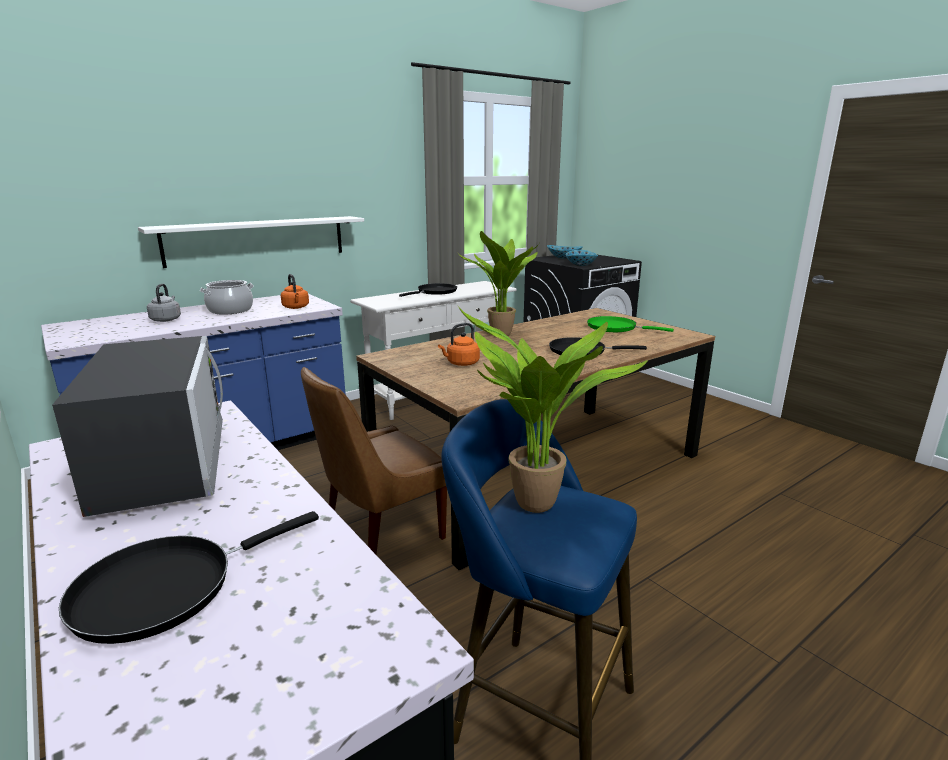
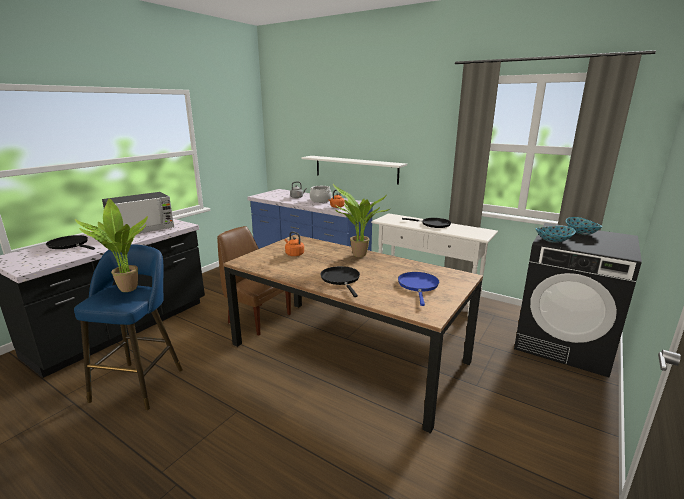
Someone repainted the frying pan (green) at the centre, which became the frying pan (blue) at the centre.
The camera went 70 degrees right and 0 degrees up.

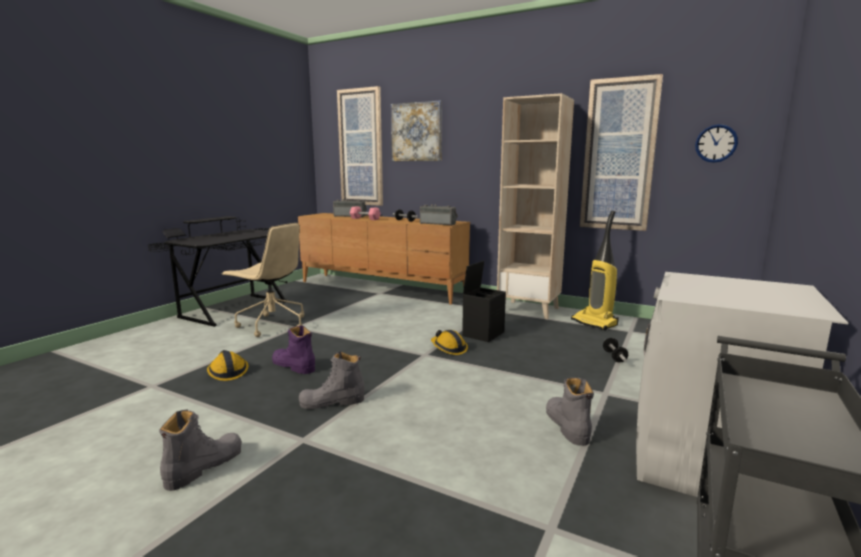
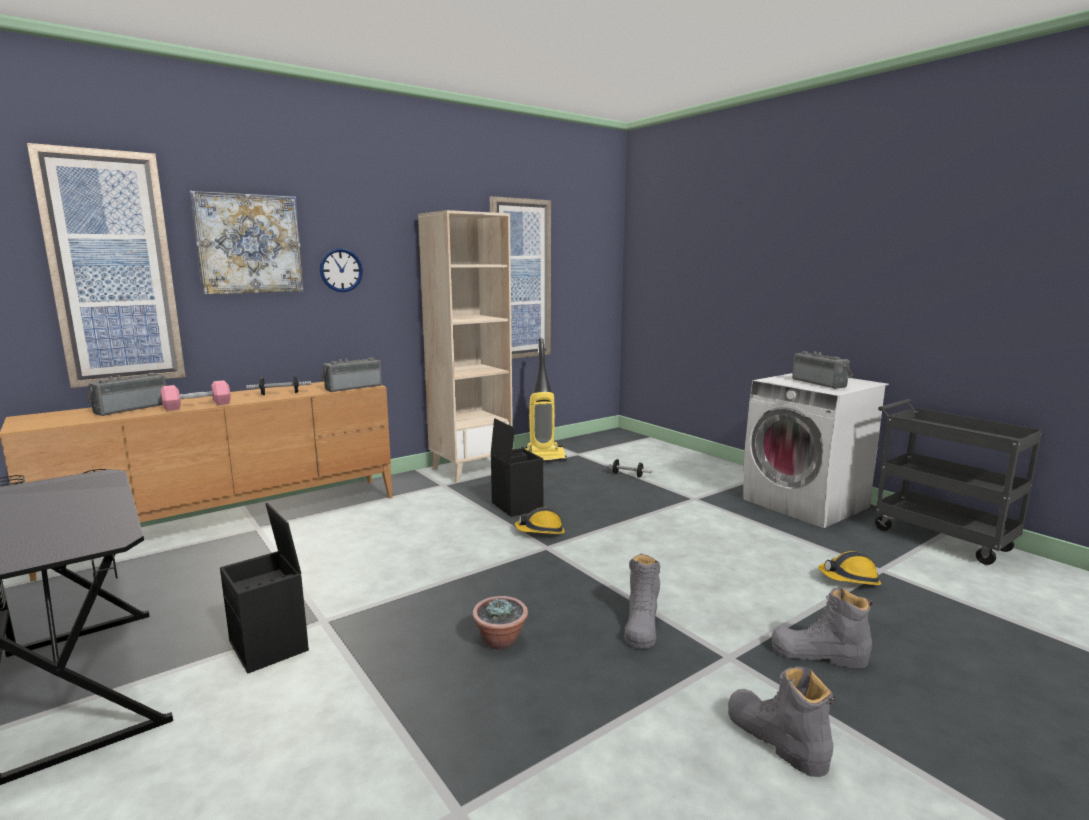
Someone carried the hard hat (1st from left in the first image) from the middle left to the bottom right.
Someone swapped the office chair (beige) at the middle left for the storage box (black) (1st from left) at the bottom left.
Someone swapped the boot (purple) at the centre for the potted plant at the bottom centre.
Someone carried the boot (grey) (3rd from left) from the bottom centre to the bottom right.
Someone carried the wall clock from the top right to the top left.
Someone put down the radio (3rd from left) at the middle right.
The camera went 65 degrees left and 0 degrees up.

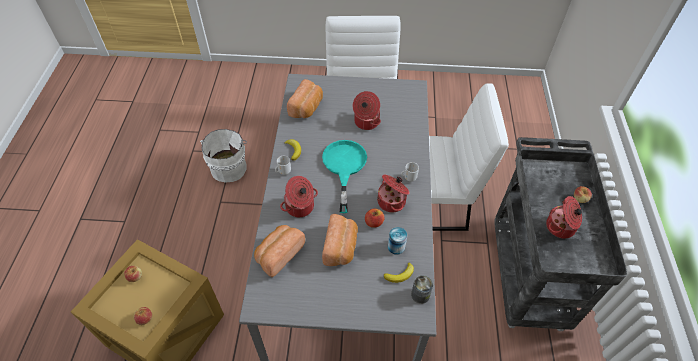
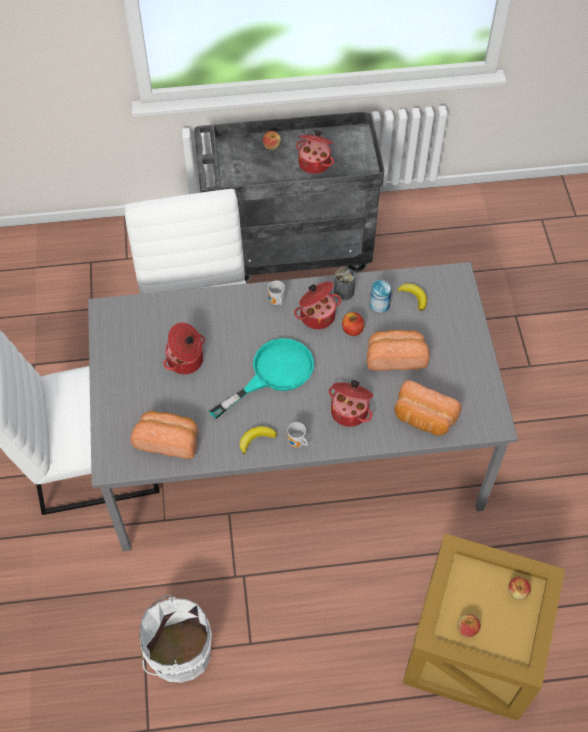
Someone rotated the frying pan (turquoise) at the centre by 150 degrees clockwise.
Someone carried the can (2nd from left in the first image) from the bottom centre to the centre.
The camera went 100 degrees left and 5 degrees up.

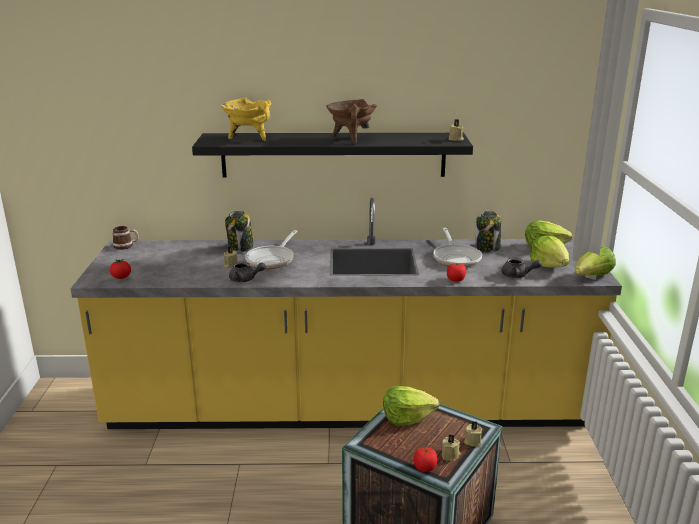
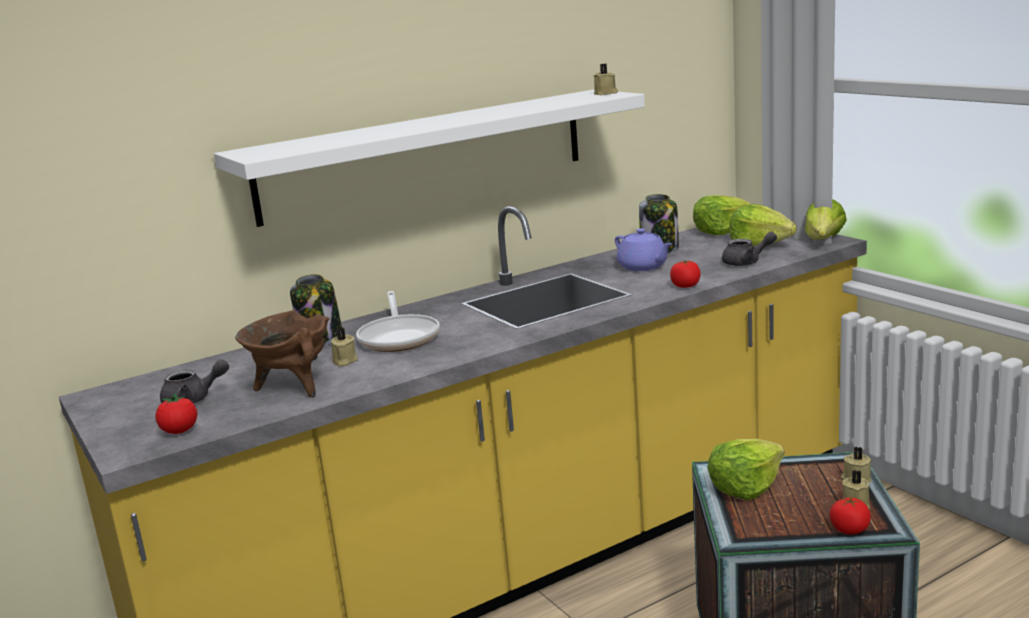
Someone took away the mug at the middle left.
Someone repainted the shelf (black) at the top centre, which became the shelf (white) at the top centre.
Someone took away the cooking pot (yellow) at the top centre.
Someone carried the teapot (grey) (1st from left) from the centre to the middle left.
Someone carried the cooking pot (brown) from the top centre to the middle left.
Someone swapped the frying pan (2nd from left) at the centre for the teapot (purple) at the centre.
The camera went 30 degrees left and 5 degrees down.

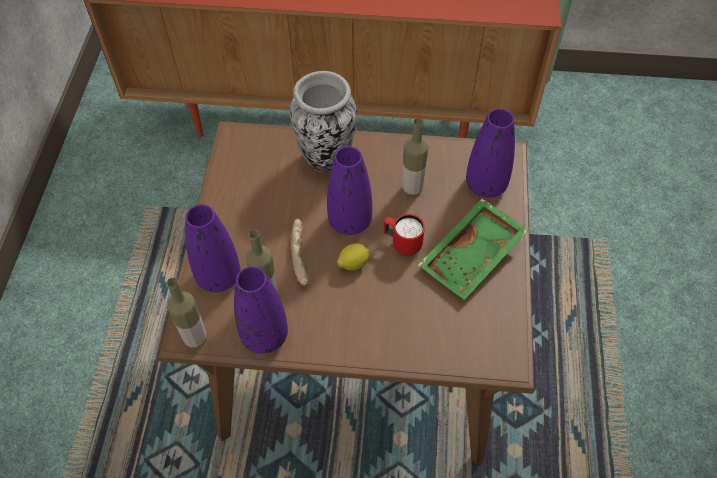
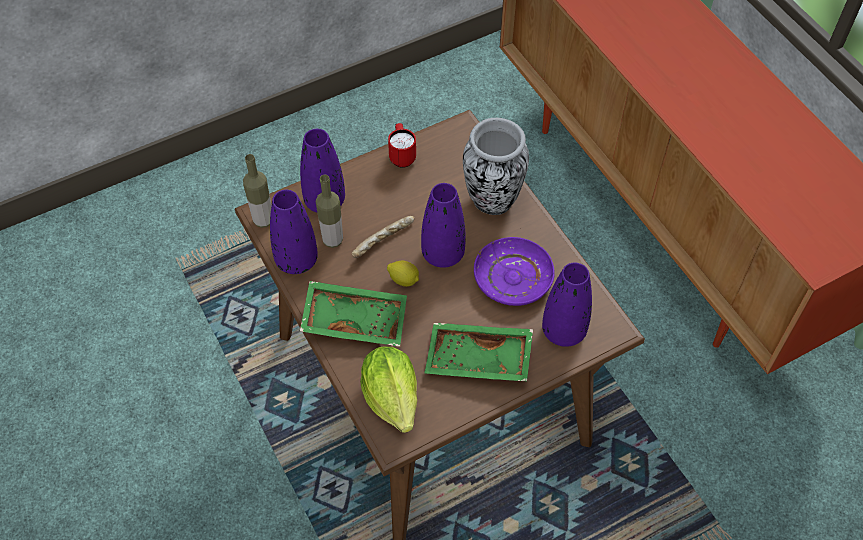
Someone carried the mug (red) from the centre to the top centre.
Someone swapped the bottle (3rd from left) at the top centre for the plate (purple) at the centre.
Someone put down the tray (green) (1st from left) at the centre.
Someone put down the lettuce at the bottom centre.
The camera went 55 degrees right and 0 degrees up.

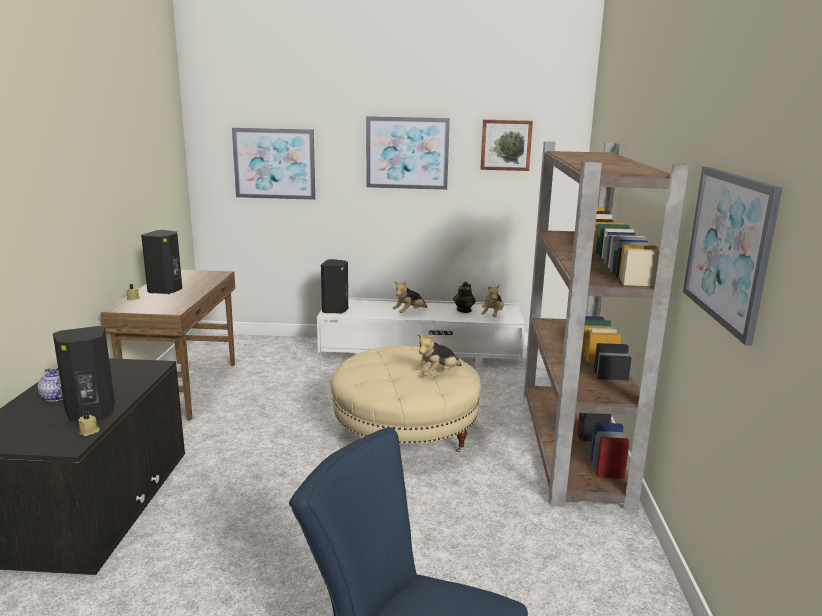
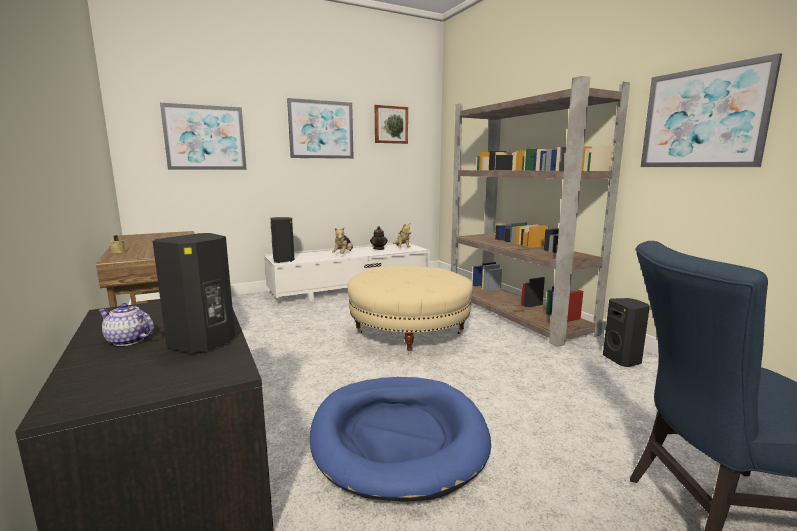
Someone took away the candle (beige) (1st from left) at the bottom left.
Someone carried the speaker (black) (2nd from left in the first image) from the middle left to the middle right.
Someone took away the plush toy (2nd from left) at the centre.
Someone put down the dog bed (blue) at the bottom centre.
The camera went 30 degrees left and 5 degrees down.

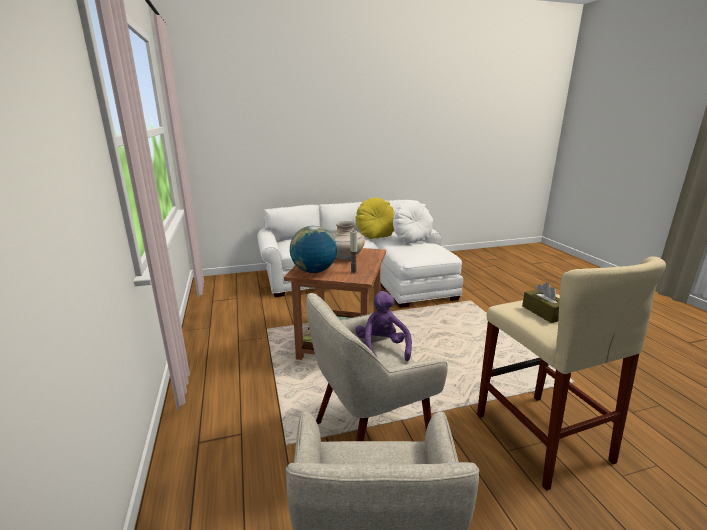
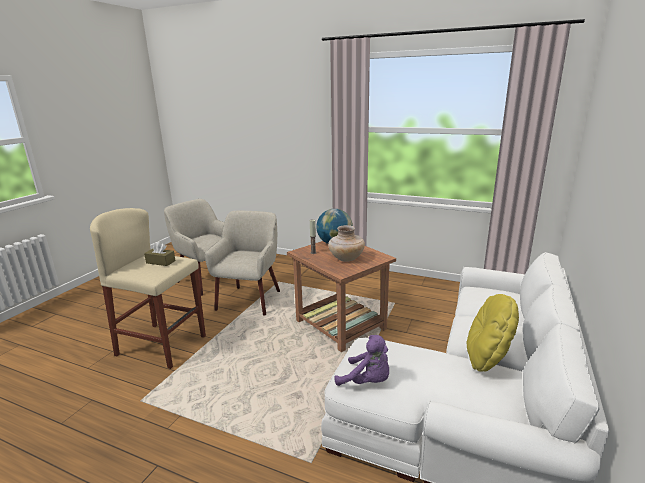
Someone carried the plush toy (purple) from the centre to the bottom centre.
Someone took away the pillow (white) at the centre.
The camera went 130 degrees right and 0 degrees up.

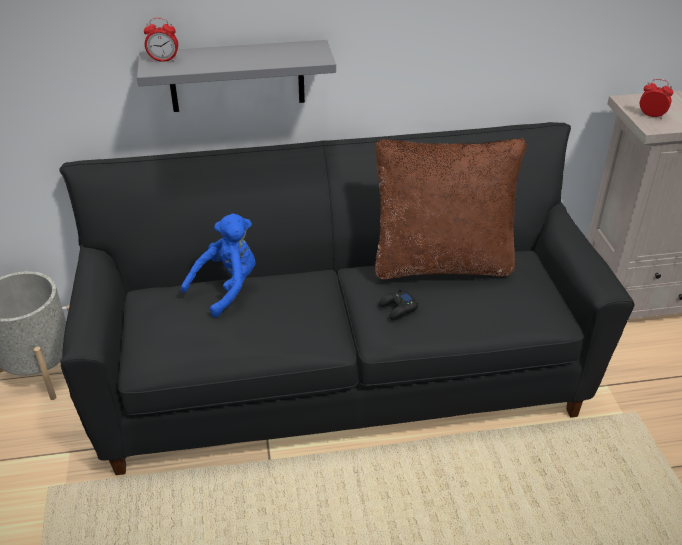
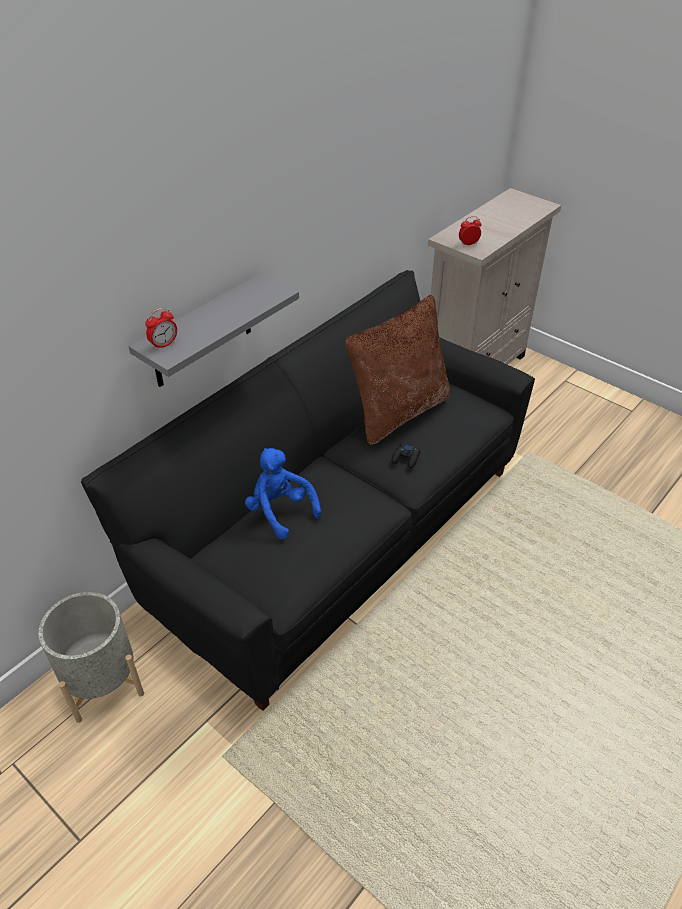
Someone rotated the plush toy (blue) at the middle left by 45 degrees counterclockwise.
The camera went 40 degrees left and 5 degrees up.

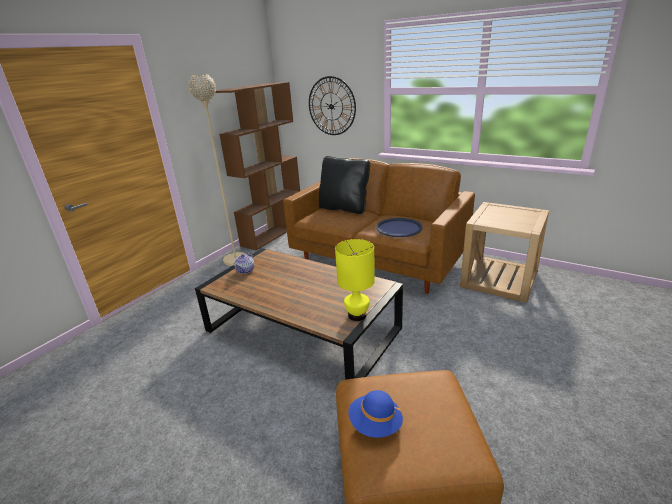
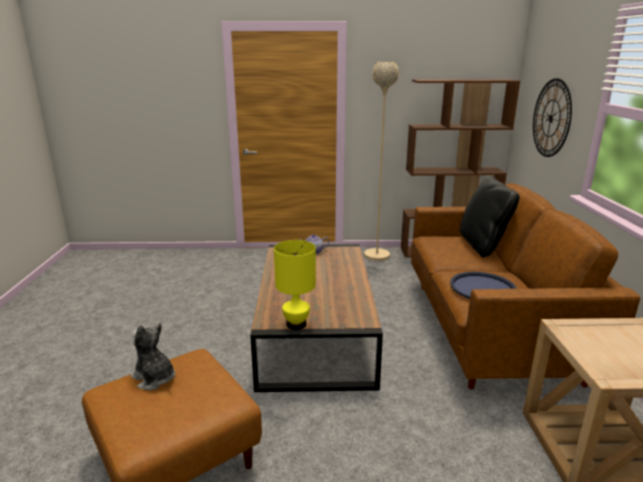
Someone swapped the hat (blue) at the bottom centre for the plush toy at the bottom left.
The camera went 55 degrees right and 5 degrees down.

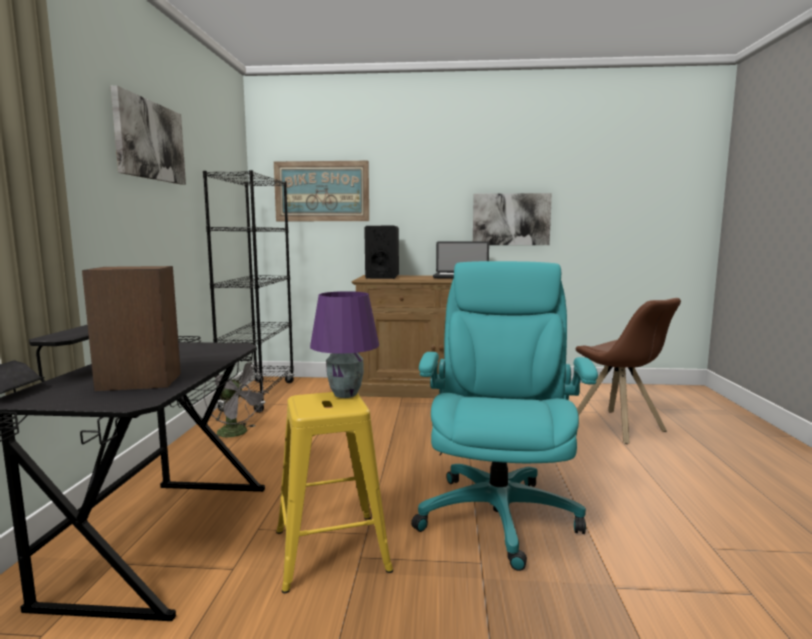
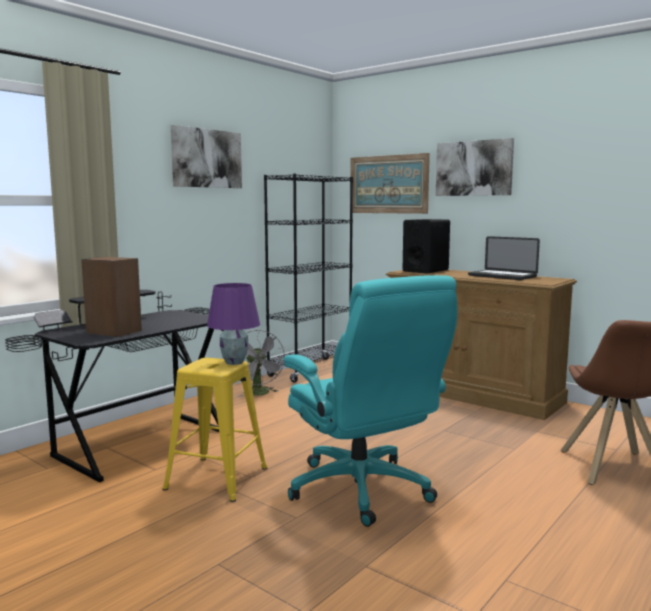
Someone rotated the office chair (turquoise) at the centre by 105 degrees clockwise.
Someone carried the picture (3rd from left) from the centre to the top right.
The camera went 35 degrees right and 0 degrees up.

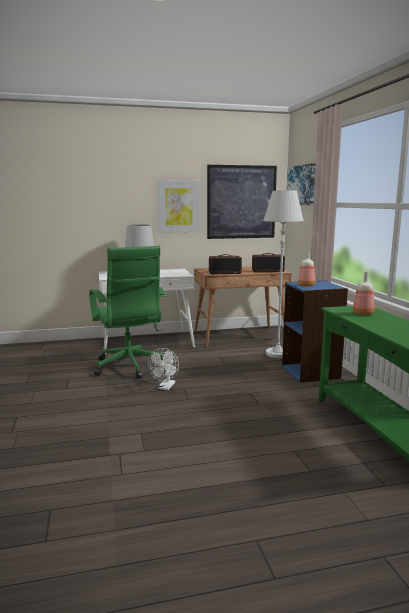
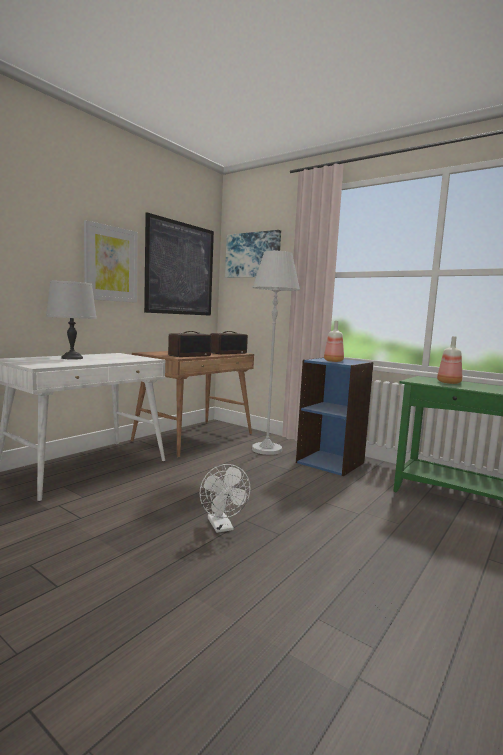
Someone took away the office chair (green) at the middle left.
The camera went 40 degrees left and 5 degrees down.

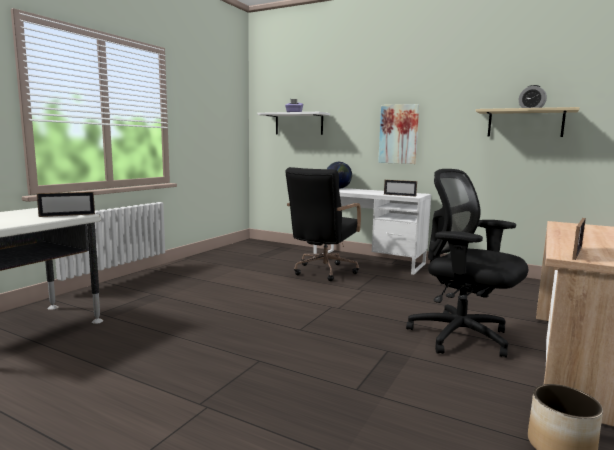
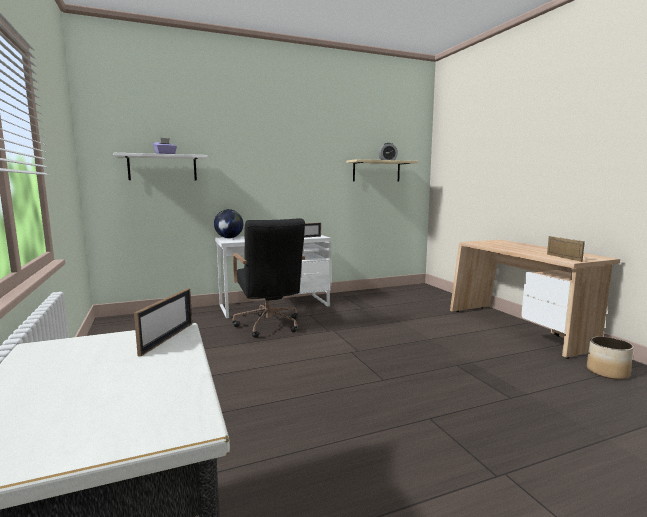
Someone took away the picture at the top centre.
Someone took away the office chair (black) (2nd from left) at the middle right.
The camera went 50 degrees left and 0 degrees up.

